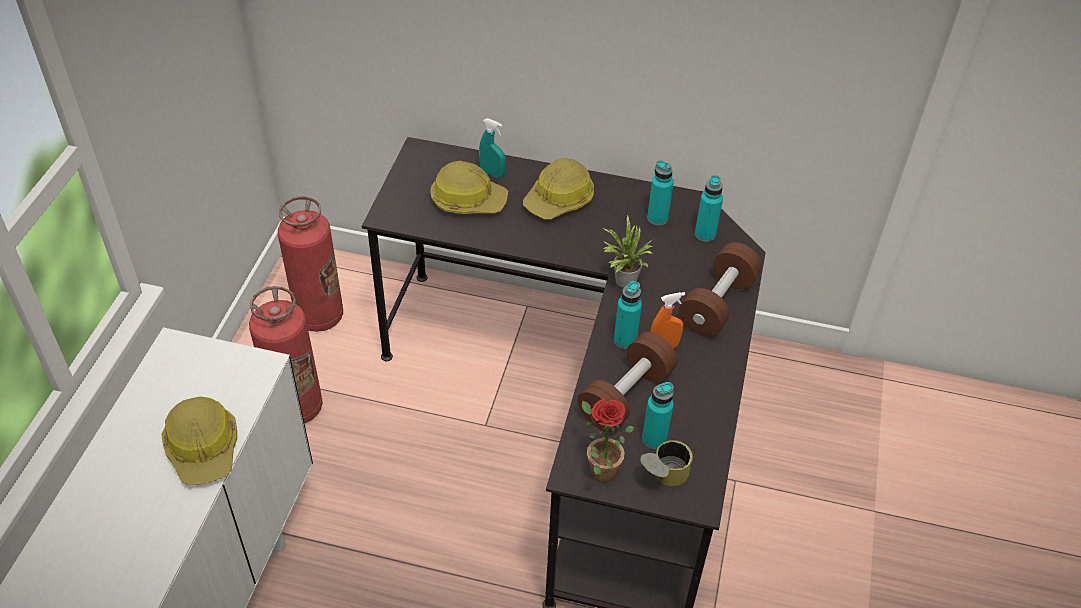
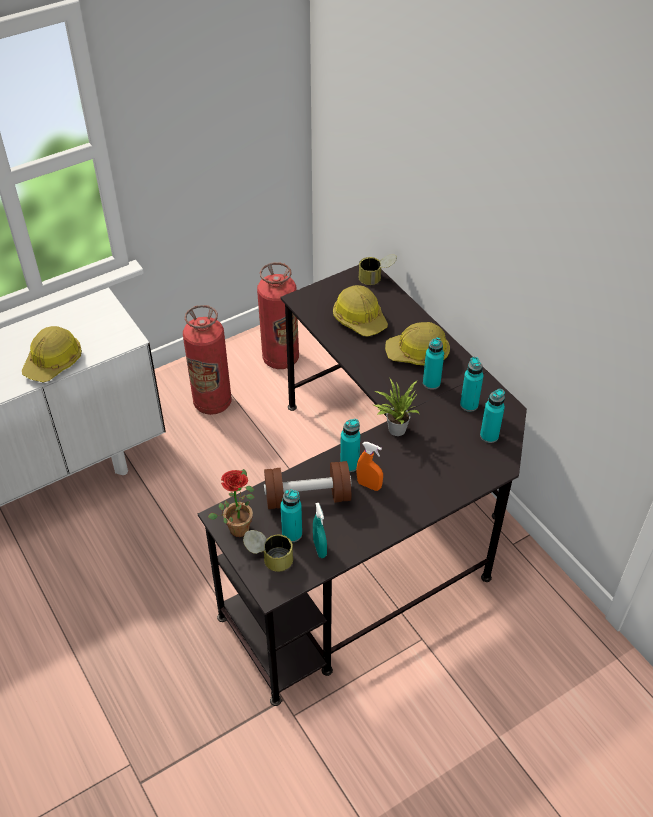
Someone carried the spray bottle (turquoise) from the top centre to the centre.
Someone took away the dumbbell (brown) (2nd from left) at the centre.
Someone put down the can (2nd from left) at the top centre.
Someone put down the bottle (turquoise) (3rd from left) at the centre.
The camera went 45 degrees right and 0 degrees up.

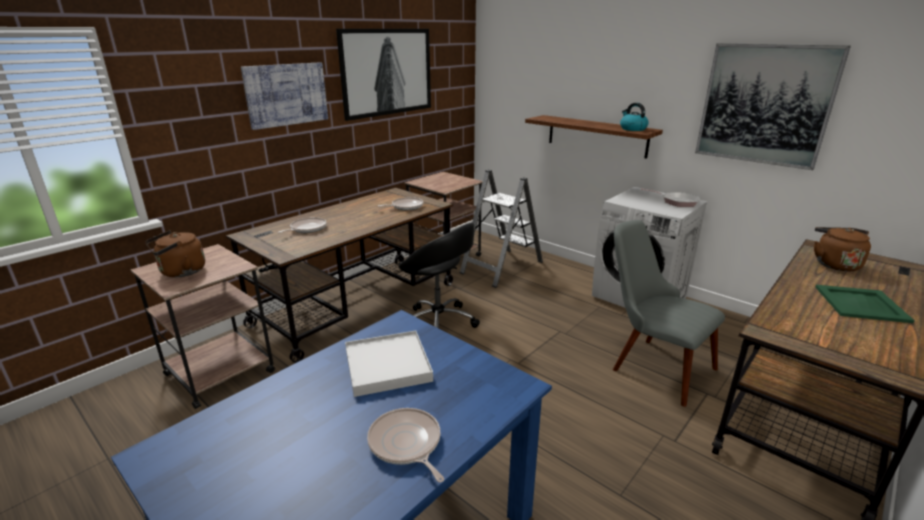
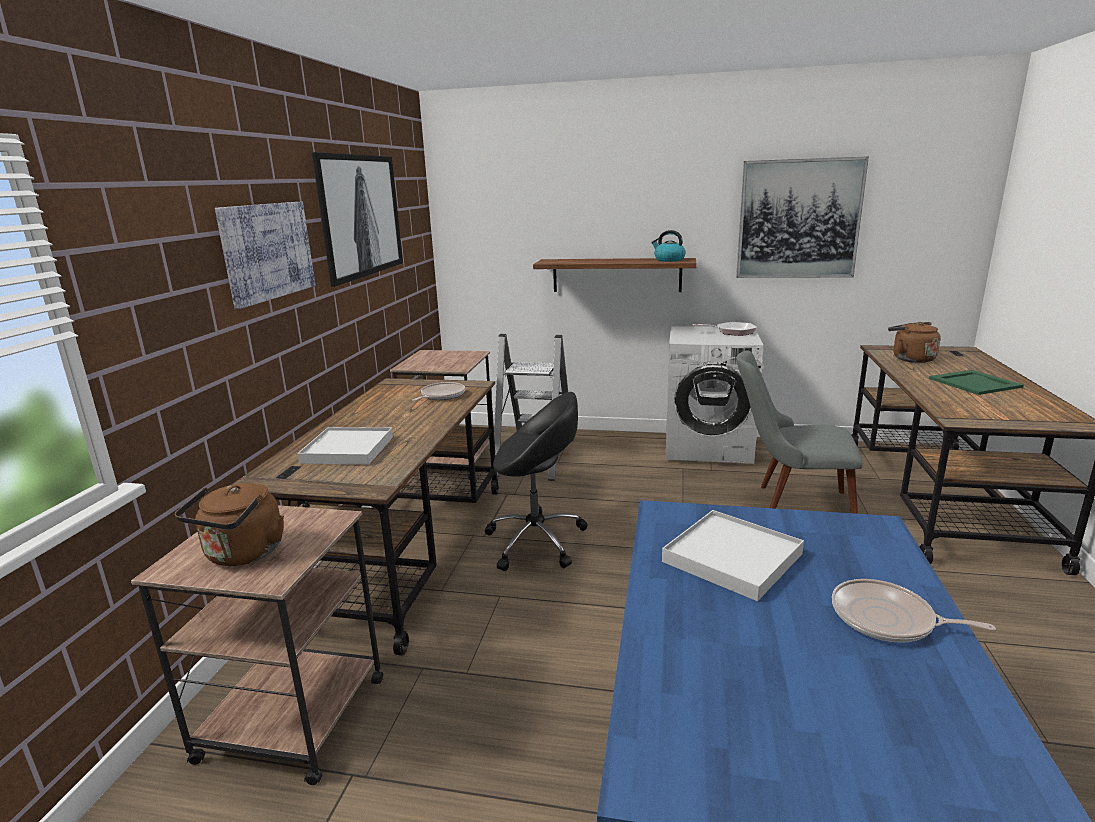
Someone swapped the frying pan (1st from left) at the middle left for the tray (white) (1st from left) at the middle left.
The camera went 30 degrees left and 5 degrees down.

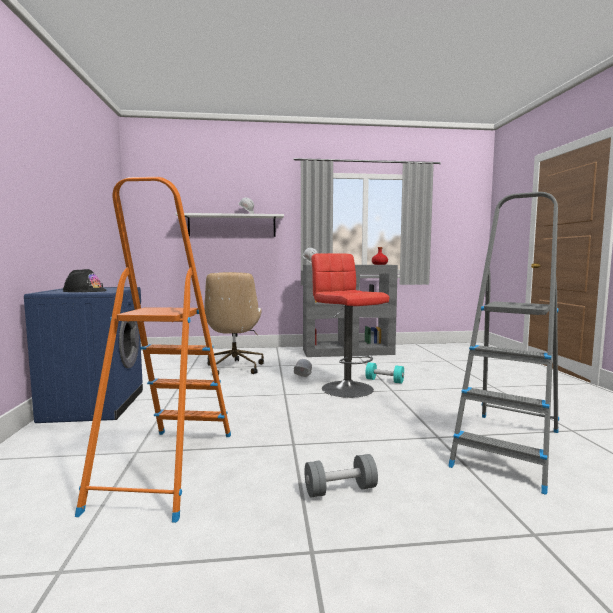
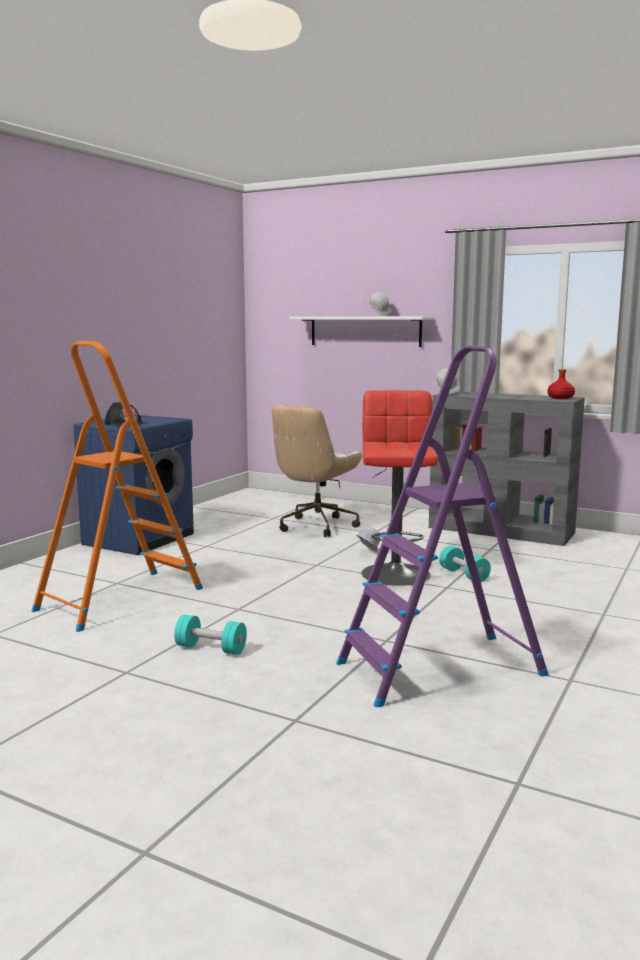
Someone repainted the dumbbell (grey) at the bottom centre, which became the dumbbell (turquoise) (1st from left) at the middle left.
Someone repainted the step ladder (grey) at the middle right, which became the step ladder (purple) at the middle right.
The camera went 35 degrees right and 5 degrees up.

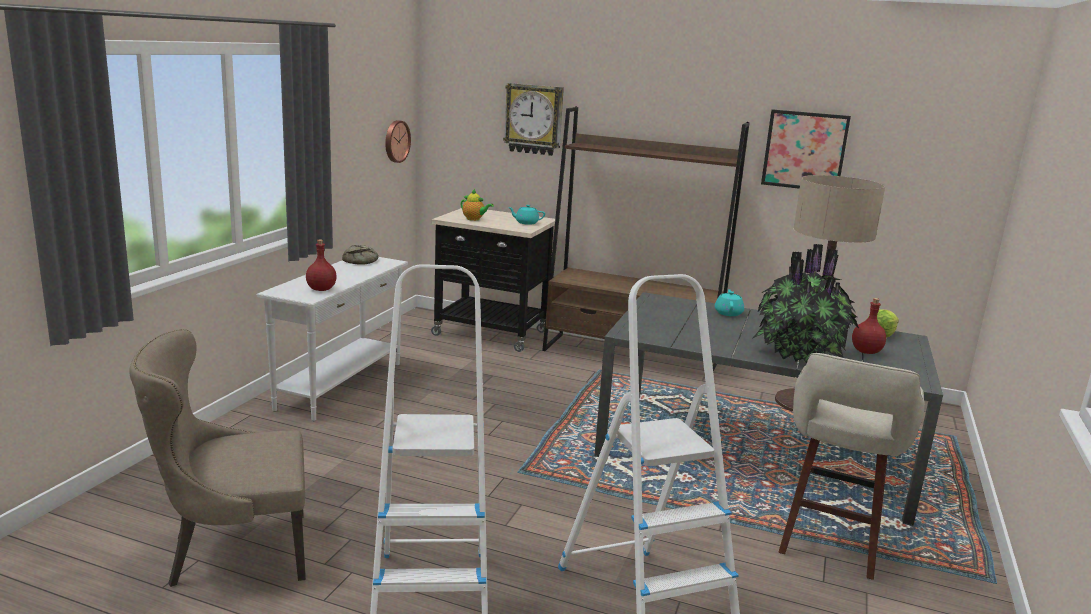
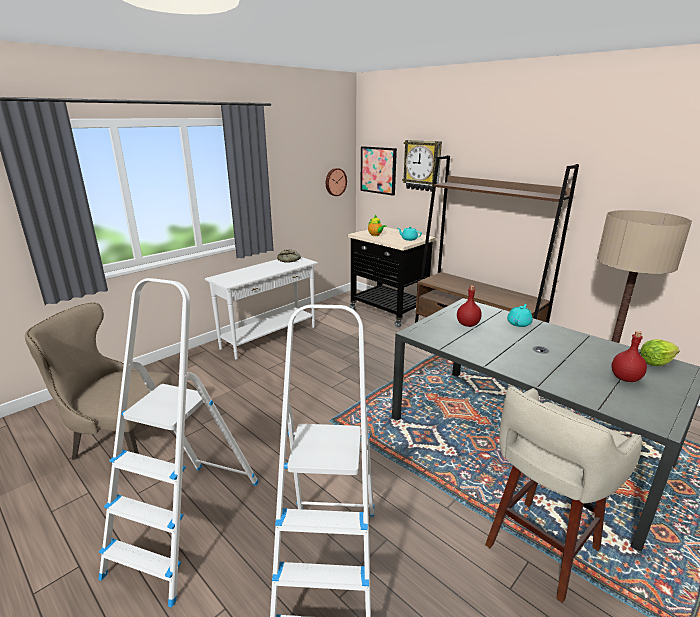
Someone carried the bottle (red) (1st from left) from the middle left to the middle right.
Someone took away the potted plant at the middle right.
Someone carried the picture from the top right to the top centre.
The camera went 25 degrees right and 5 degrees up.

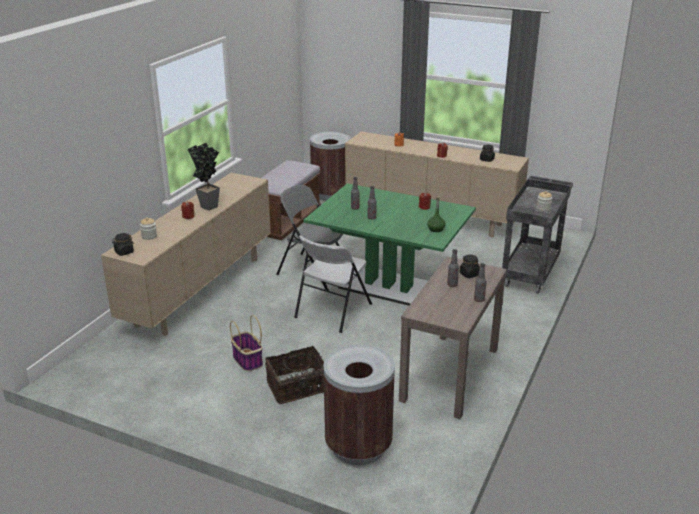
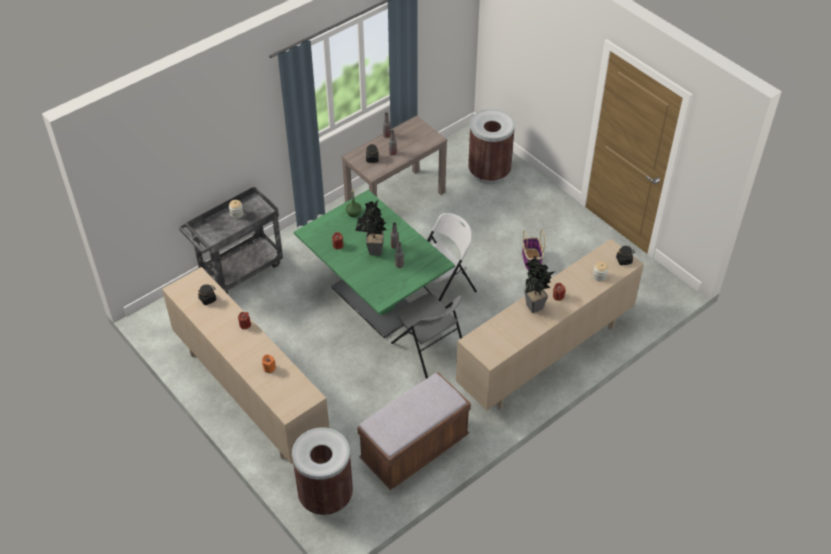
Someone took away the basket (2nd from left) at the bottom centre.
Someone put down the potted plant (1st from left) at the centre.
The camera went 155 degrees left and 20 degrees up.

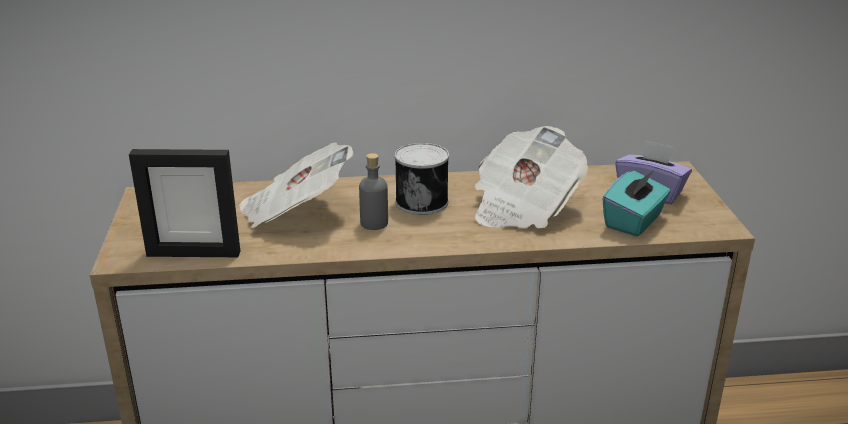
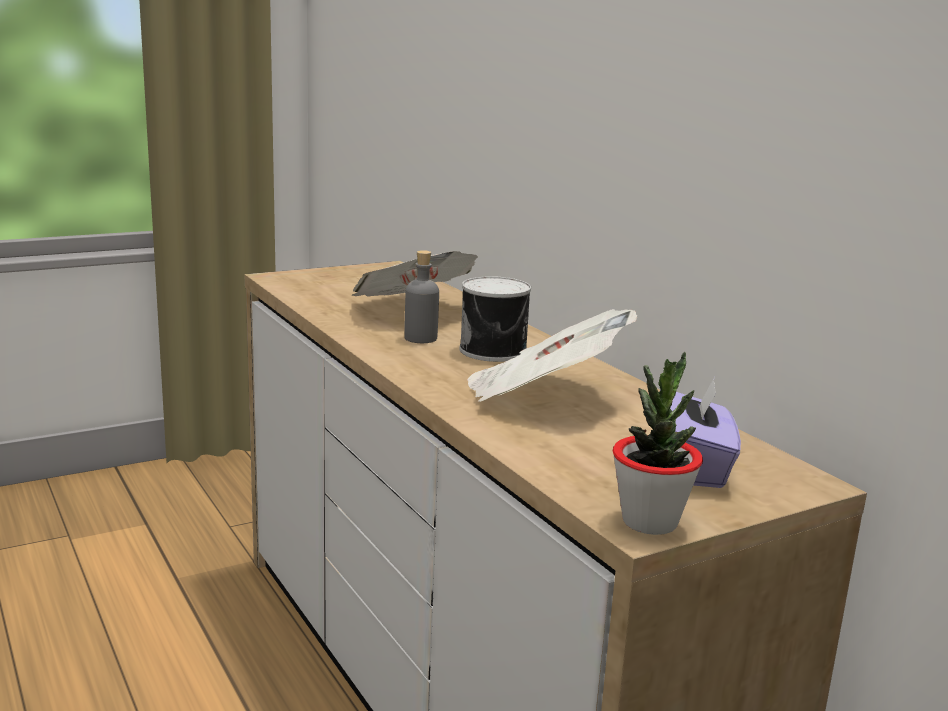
Someone took away the picture frame at the middle left.
Someone took away the tissue box (turquoise) at the middle right.
Someone put down the potted plant at the middle right.
The camera went 65 degrees right and 10 degrees down.

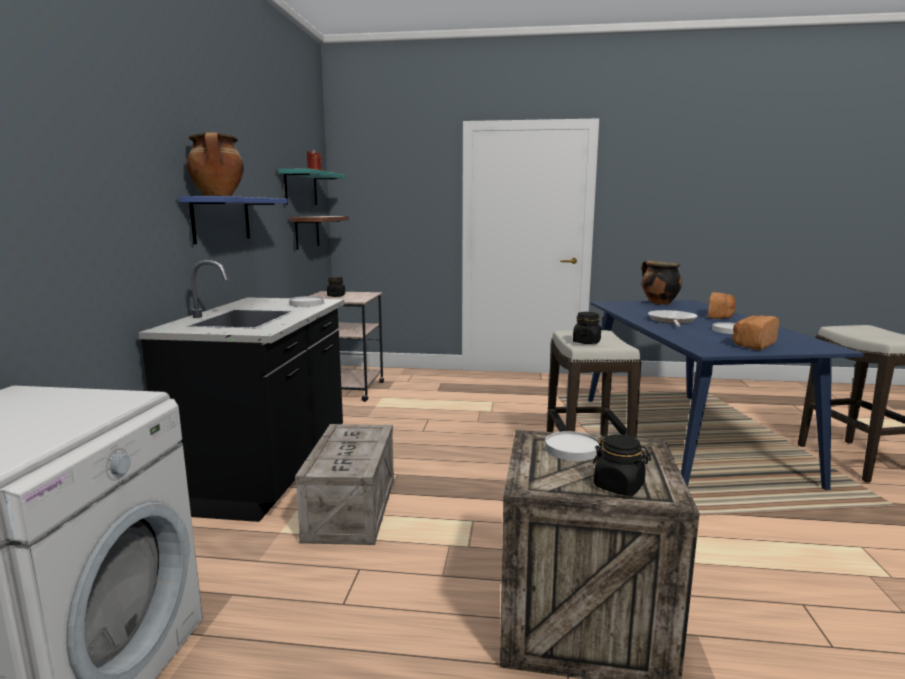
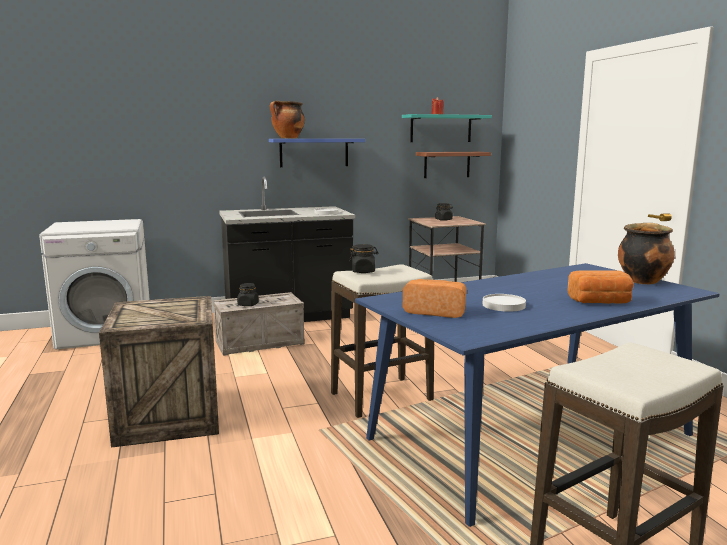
Someone took away the plate (white) (2nd from left) at the centre.
Someone carried the jar (black) (3rd from left in the first image) from the bottom right to the centre.
Someone took away the frying pan at the middle right.
The camera went 65 degrees right and 0 degrees up.

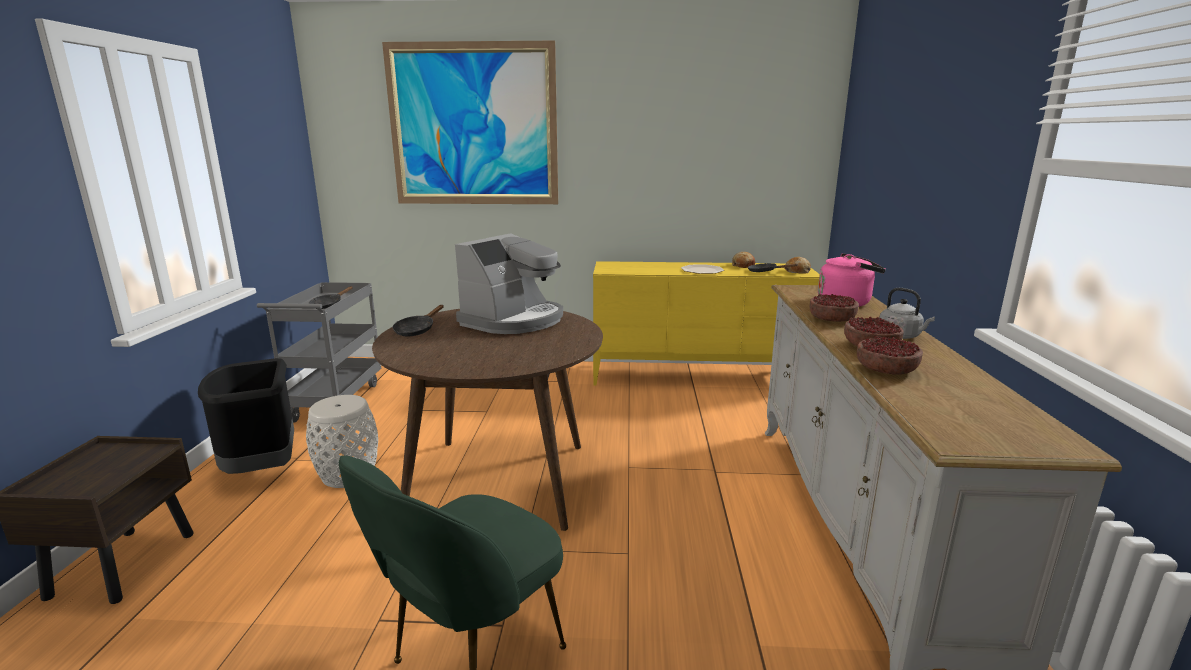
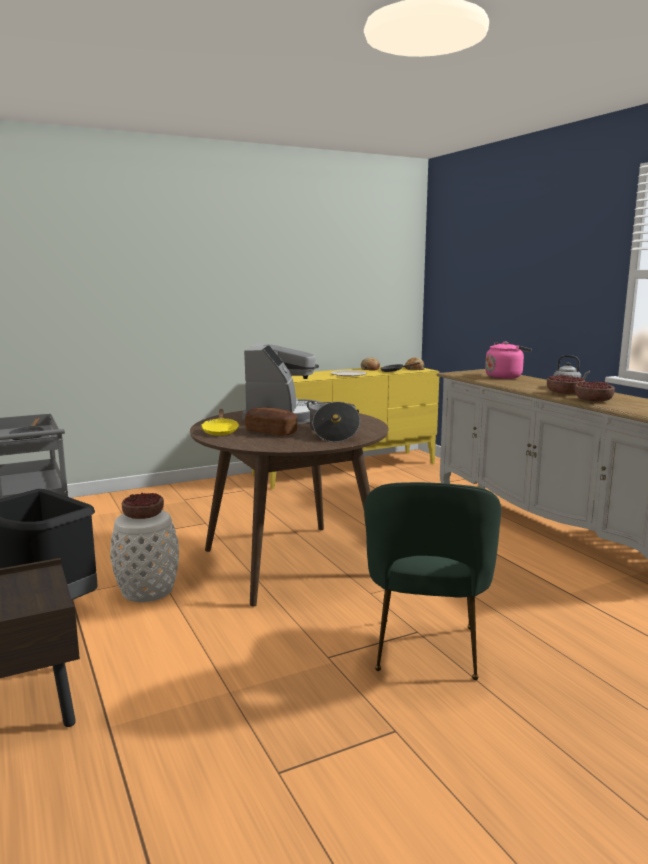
Someone took away the picture at the top centre.
Someone repainted the frying pan (black) (2nd from left) at the centre, which became the frying pan (yellow) at the centre.
Someone carried the bowl (1st from left) from the middle right to the middle left.
Someone put down the bread (1st from left) at the centre.
Someone put down the cooking pot at the centre.
The camera went 30 degrees left and 5 degrees down.

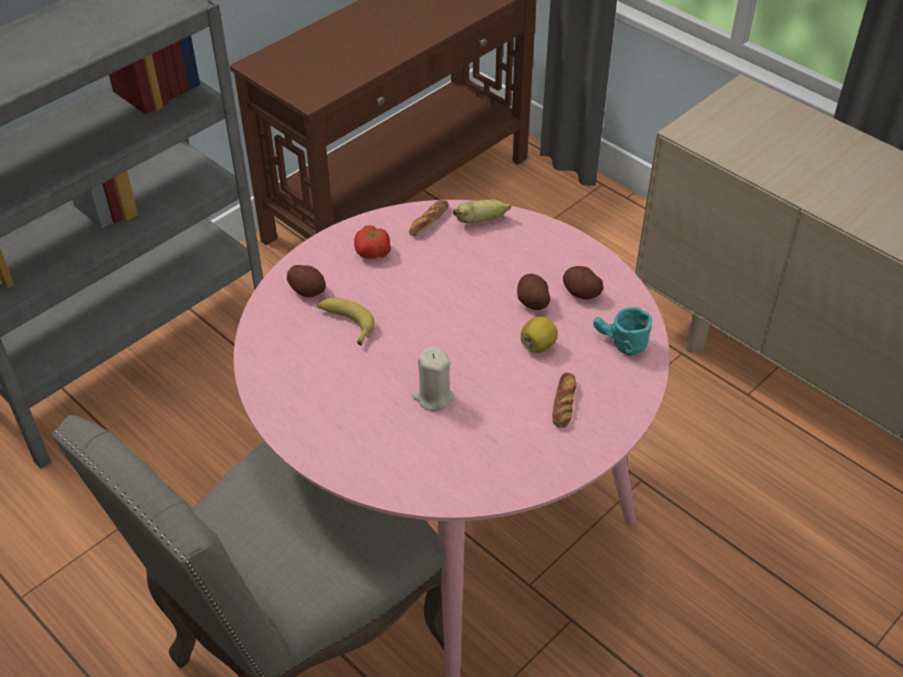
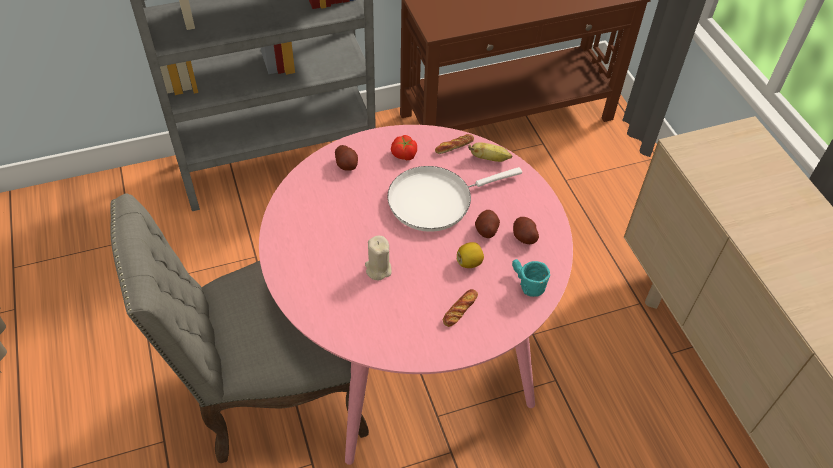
Someone took away the banana (1st from left) at the centre.
Someone put down the frying pan (white) at the centre.
The camera went 25 degrees right and 5 degrees up.

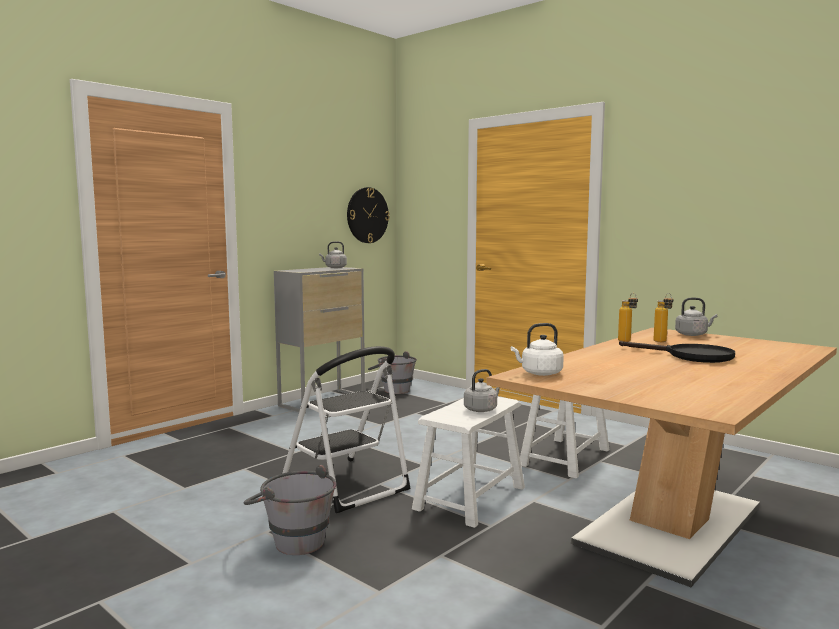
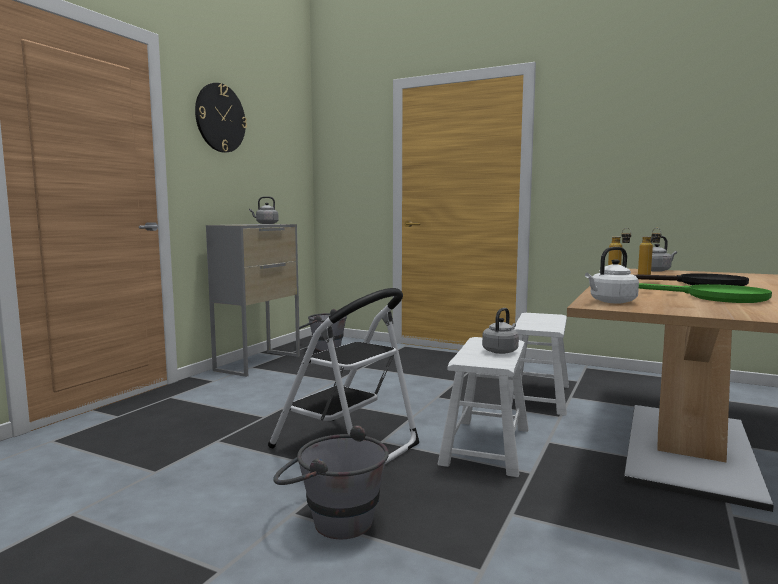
Someone carried the wall clock from the centre to the top left.
Someone put down the frying pan (green) at the middle right.
The camera went 15 degrees left and 0 degrees up.

